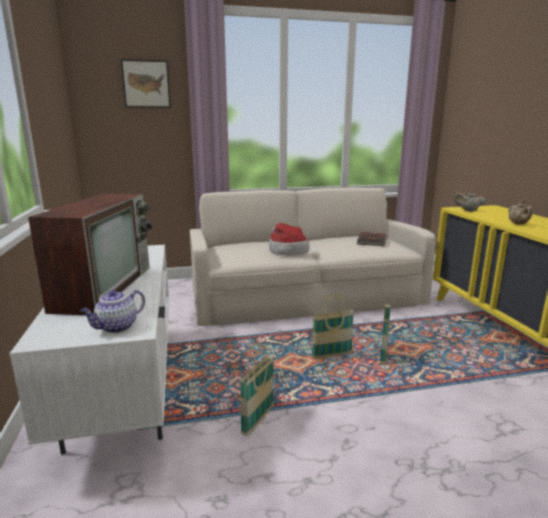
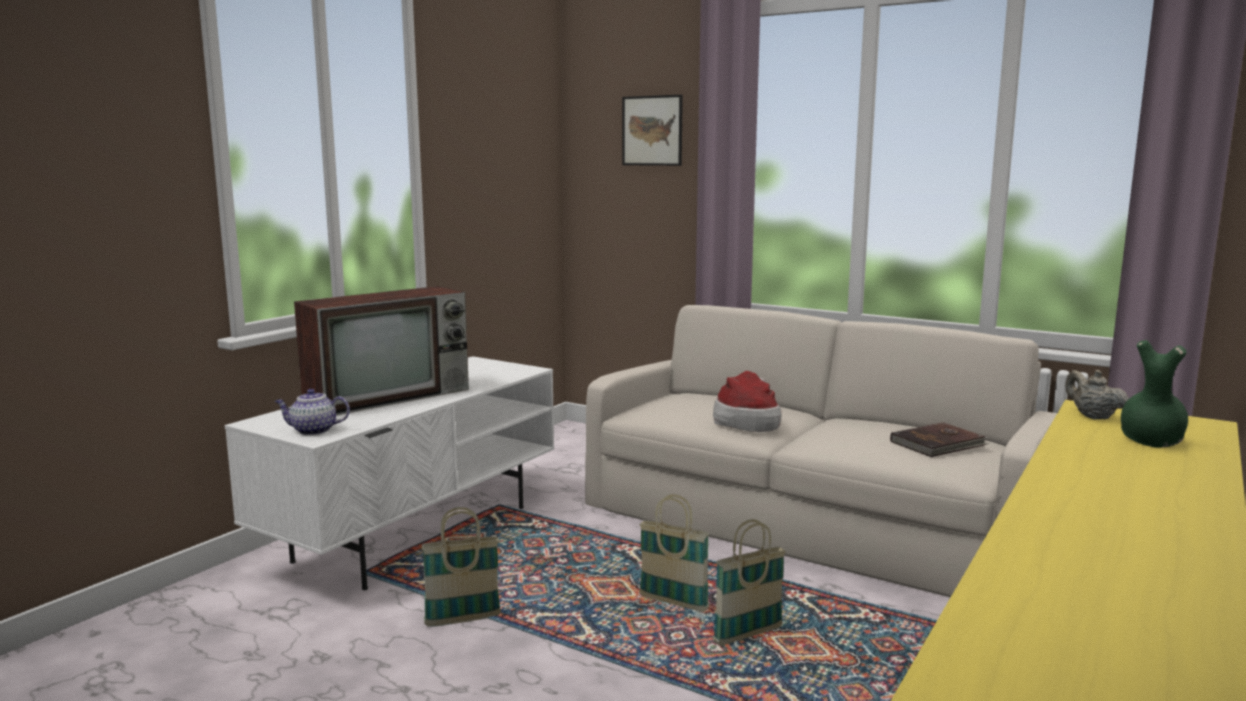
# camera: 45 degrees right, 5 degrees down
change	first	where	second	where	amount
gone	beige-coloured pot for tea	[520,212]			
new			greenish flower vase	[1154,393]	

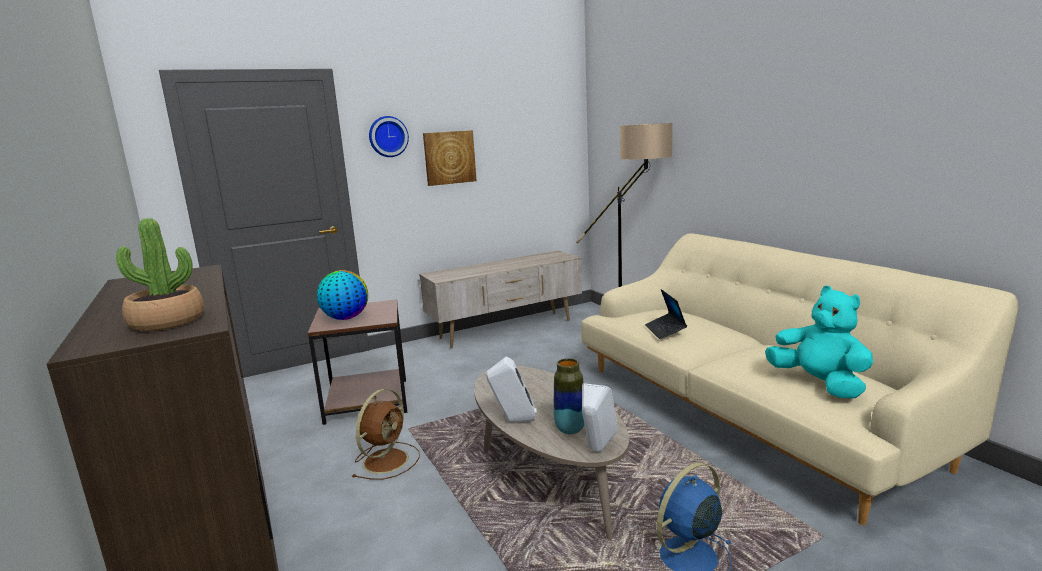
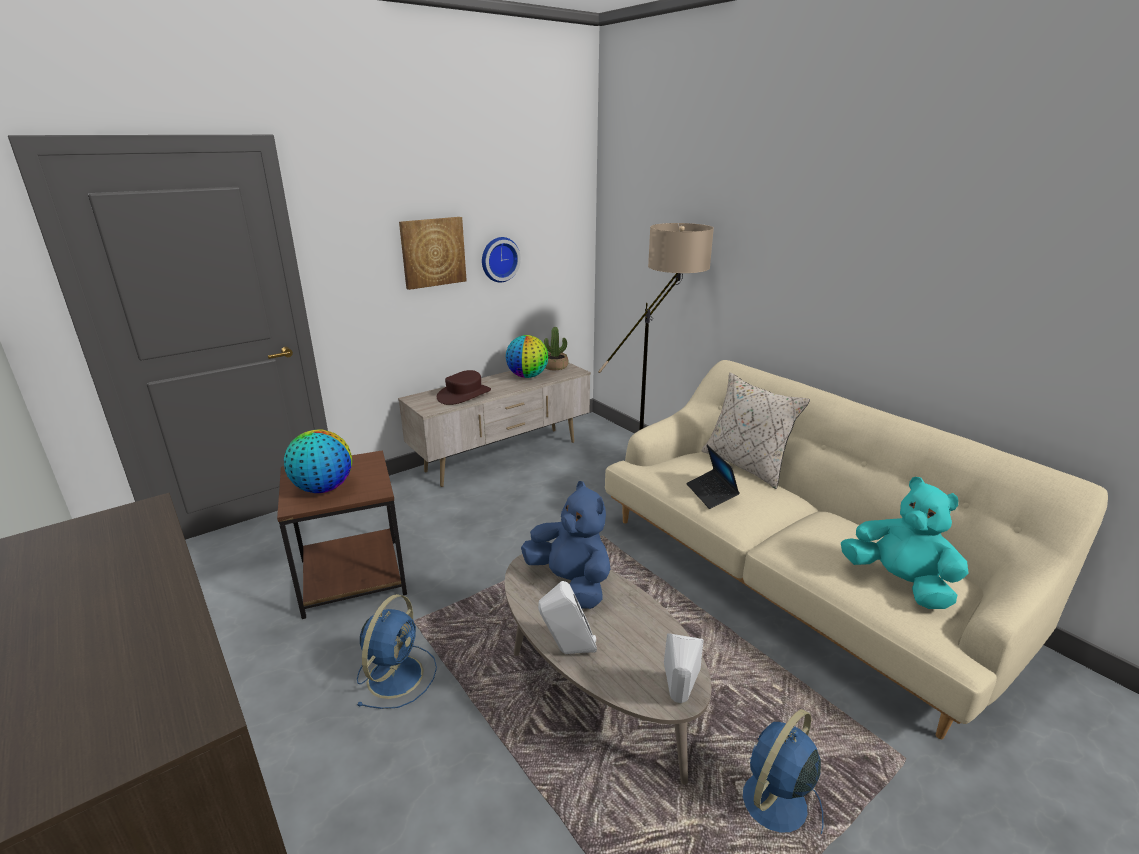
# camera: 10 degrees left, 10 degrees up
change	first	where	second	where	amount
gone	flower vase	[569,396]			
new			brown wearable hat	[464,387]	
new			desk globe	[527,356]	
new			bluish soft toy	[566,545]	
new			beige-coloured cushion	[755,431]	
shifted	houseplant	[160,274]		[556,348]	
shifted	clock on the wall	[389,136]		[501,260]	
repainted	brown fan	[386,434]	bluish fan	[396,651]	

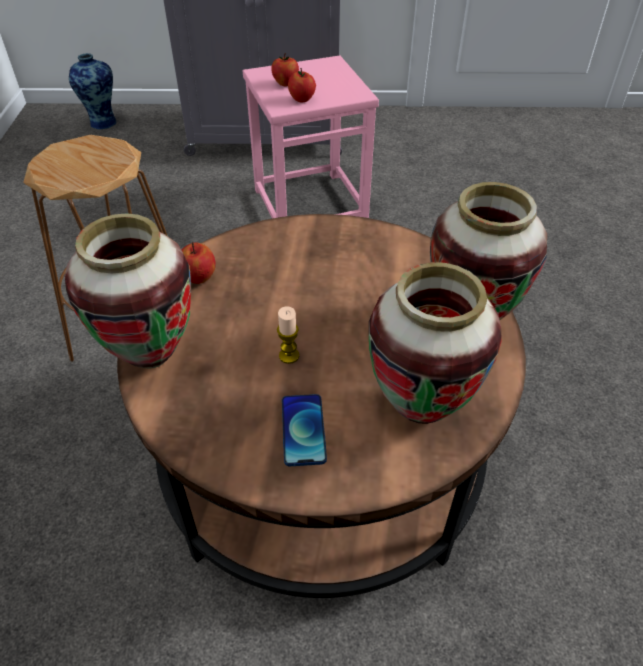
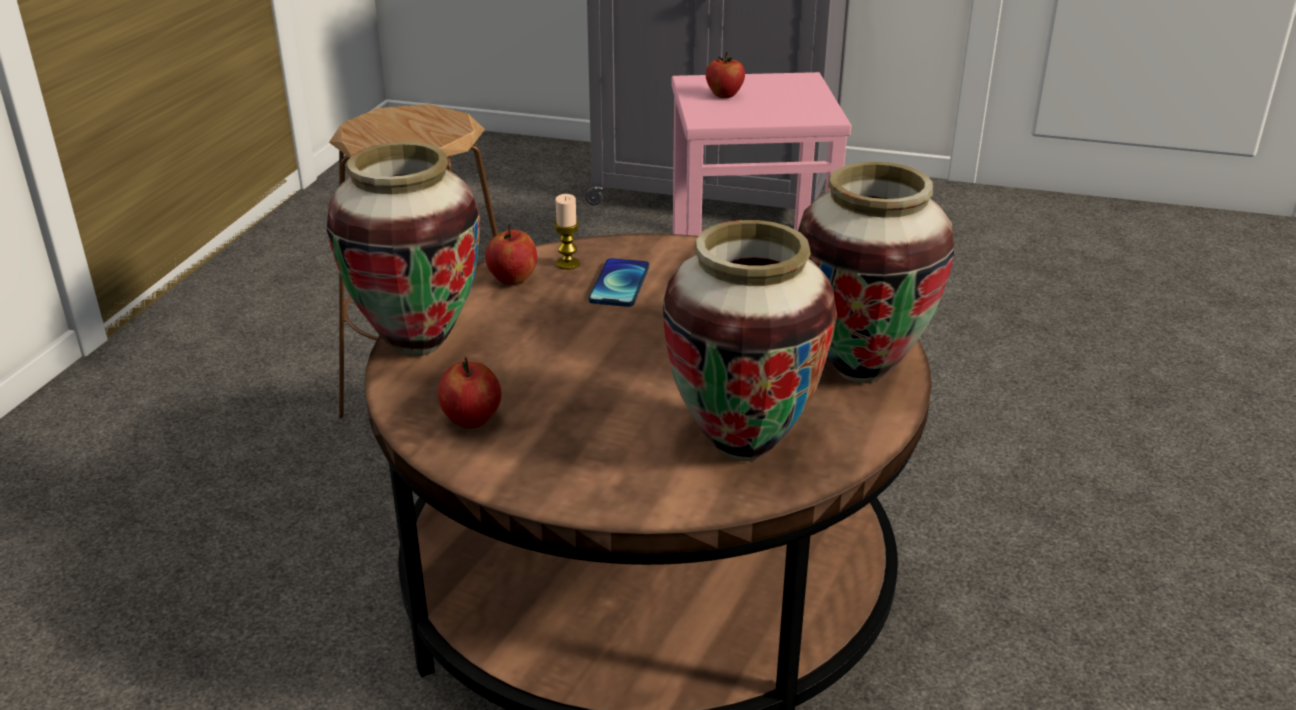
# camera: 15 degrees right, 15 degrees down
change	first	where	second	where	amount
gone	flower vase	[92,91]			
shifted	wax candle	[288,335]		[567,232]	
shifted	handset	[304,430]		[619,282]	
shifted	whole apple	[302,85]		[469,392]	

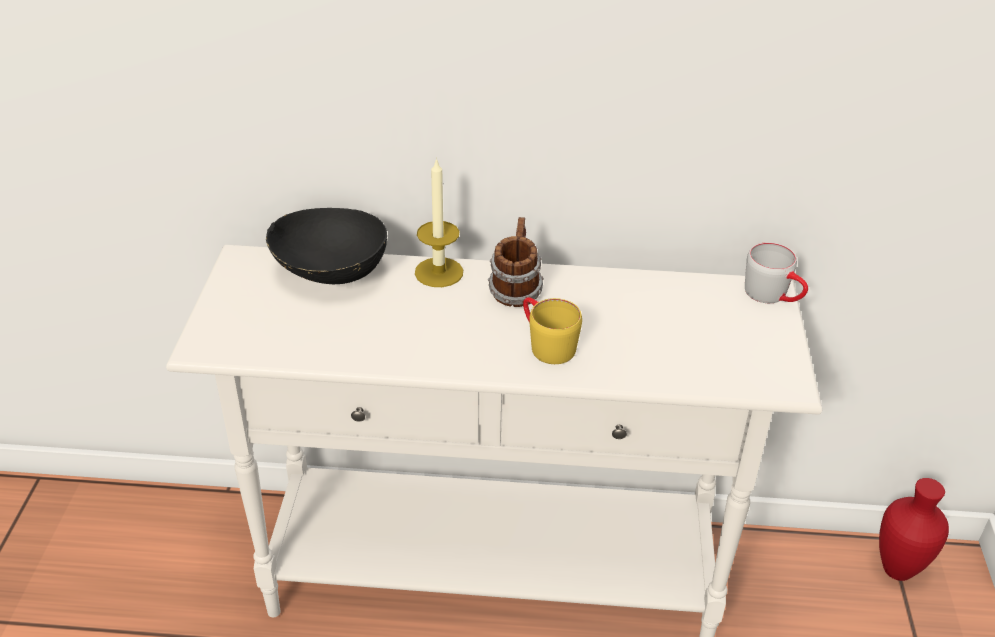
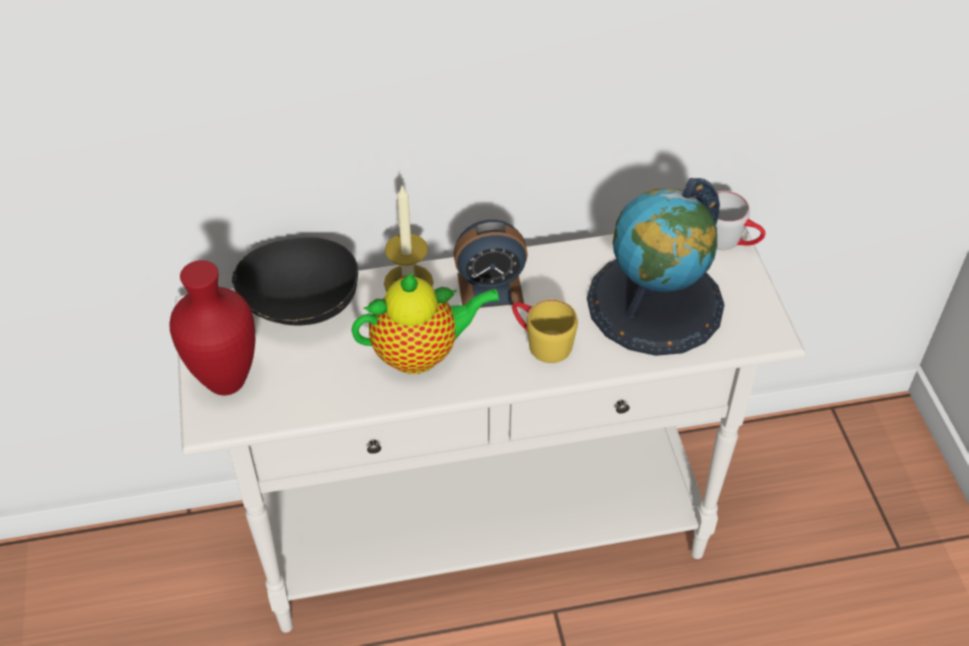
# camera: 15 degrees left, 10 degrees up
change	first	where	second	where	amount
new			pot for tea	[426,323]	
new			desk globe	[655,267]	
shifted	red-coloured flower vase	[914,529]		[212,327]	
swapped	mug	[516,262]	bedside clock	[491,264]	

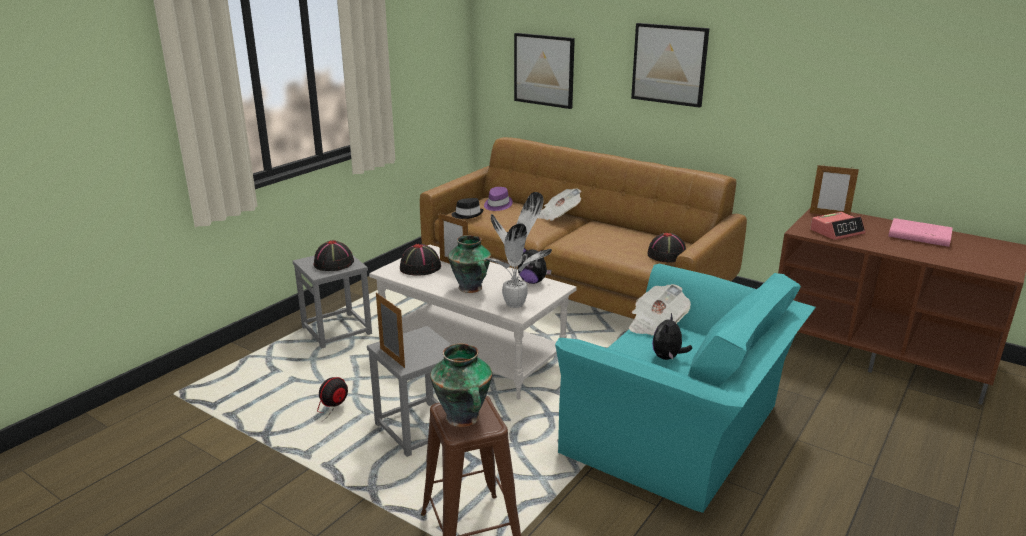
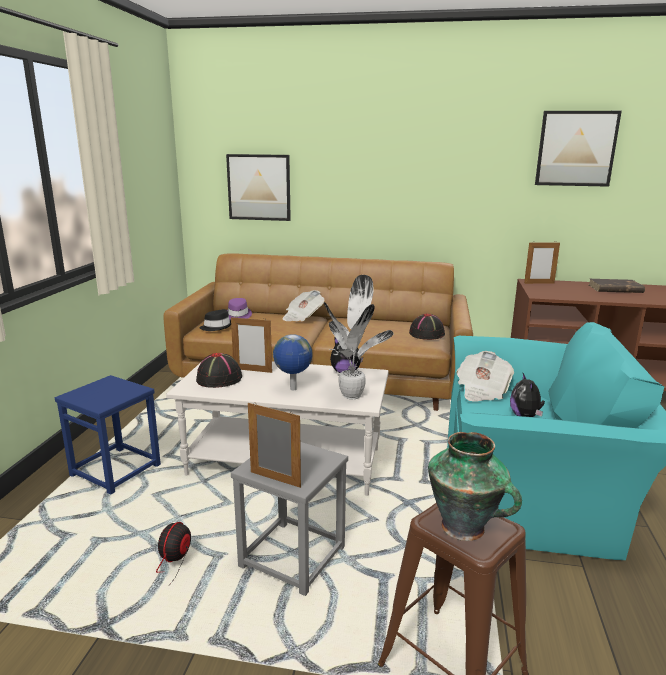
# camera: 25 degrees left, 5 degrees down
change	first	where	second	where	amount
gone	blackish wearable hat	[333,255]			
gone	bedside clock	[837,226]			
shifted	picture	[670,65]		[578,149]	
swapped	flower vase	[469,264]	desk globe	[293,362]	
repainted	greyish stool seat	[332,302]	bluish stool seat	[108,435]	
repainted	pinkish volume	[920,232]	brown volume	[617,286]	

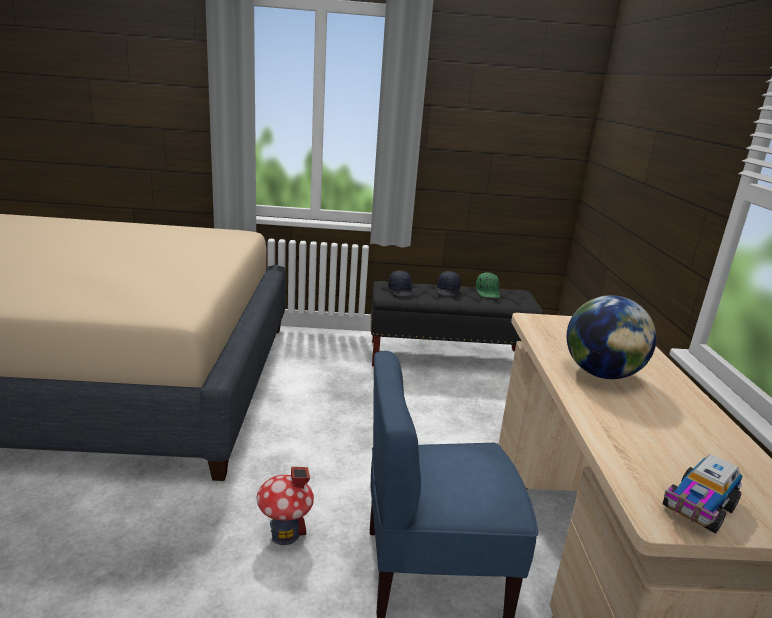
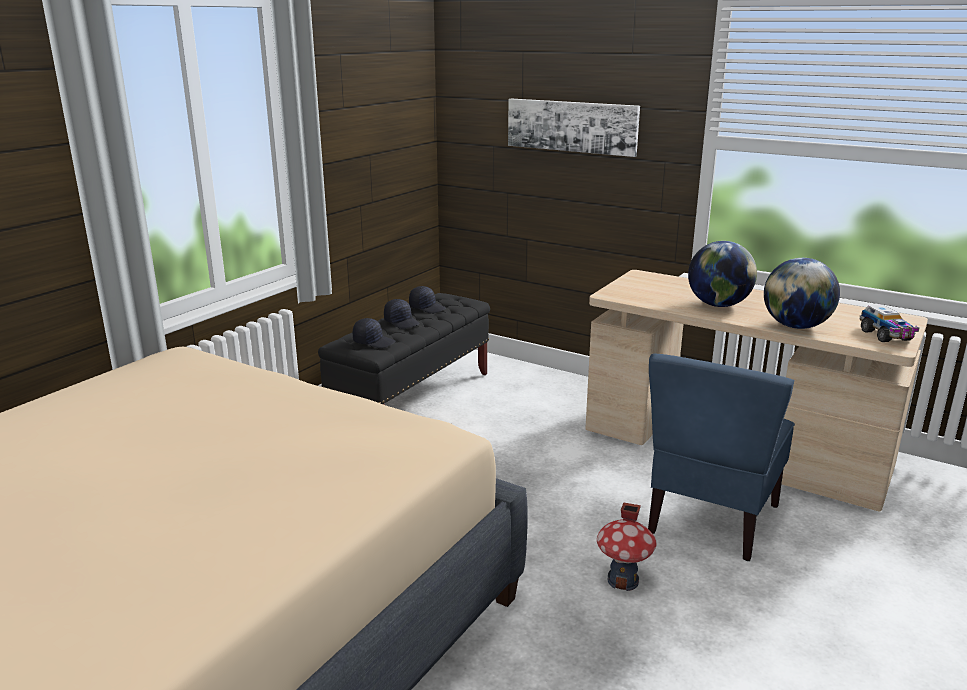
# camera: 55 degrees left, 0 degrees up
change	first	where	second	where	amount
new			picture	[574,128]	
new			desk globe	[802,293]	
repainted	greenish cap	[488,285]	blackish cap	[427,299]	

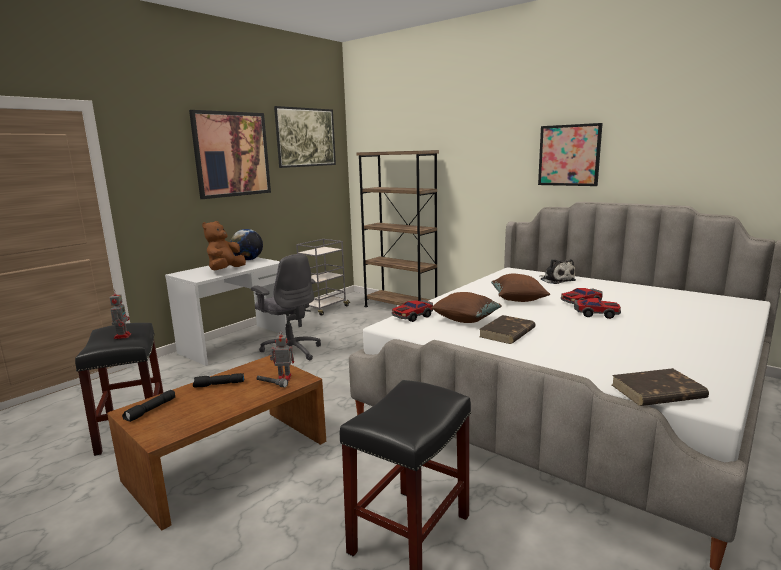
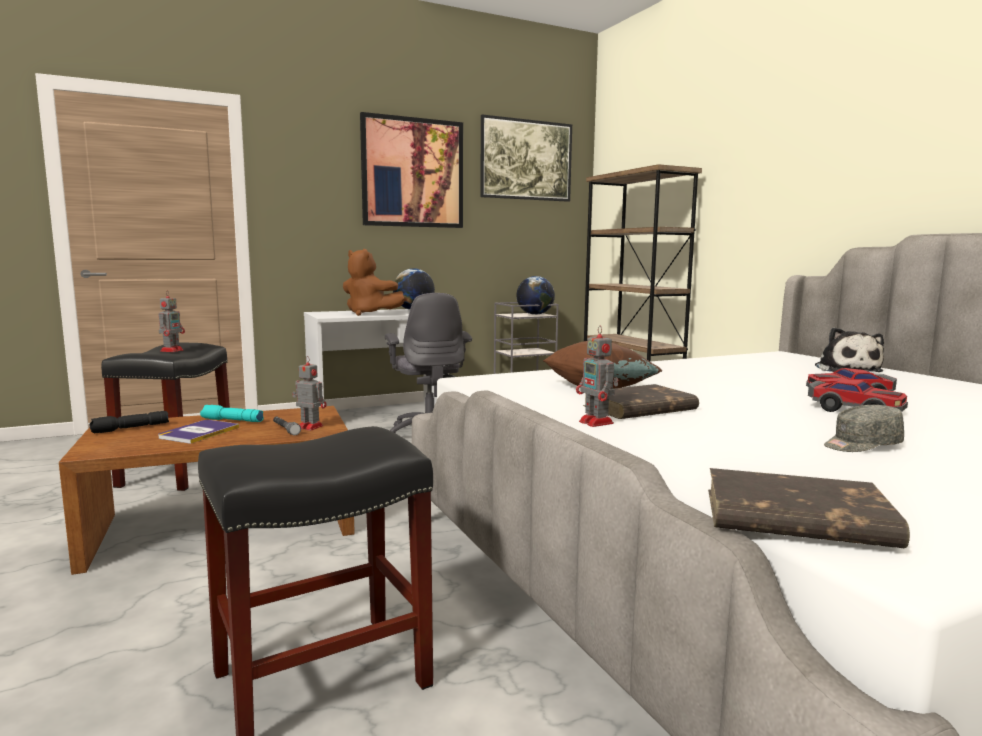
# camera: 25 degrees right, 5 degrees down
change	first	where	second	where	amount
gone	toy car	[412,311]			
gone	brown cushion	[520,287]			
gone	picture	[570,154]			
new			volume	[198,432]	
new			desk globe	[535,295]	
new			model robot	[597,376]	
new			greyish cap	[864,428]	
repainted	blackish torch	[218,380]	blue-green torch	[232,413]	
rotated	brown soft toy	[224,245]		[374,282]	105 degrees counterclockwise

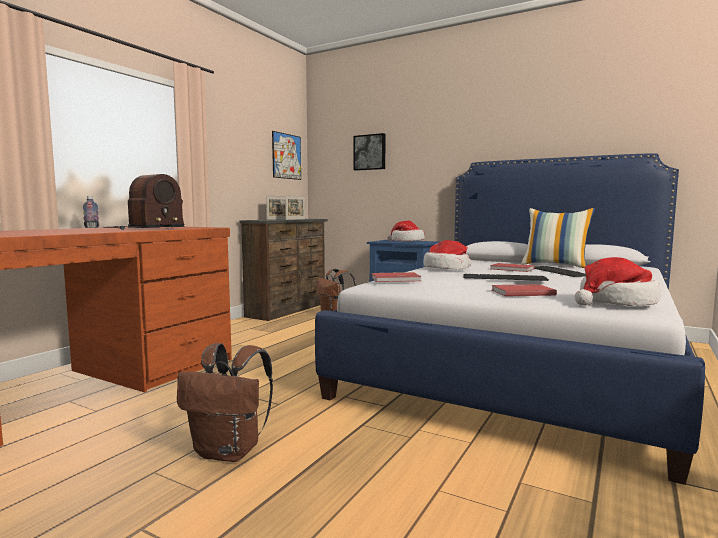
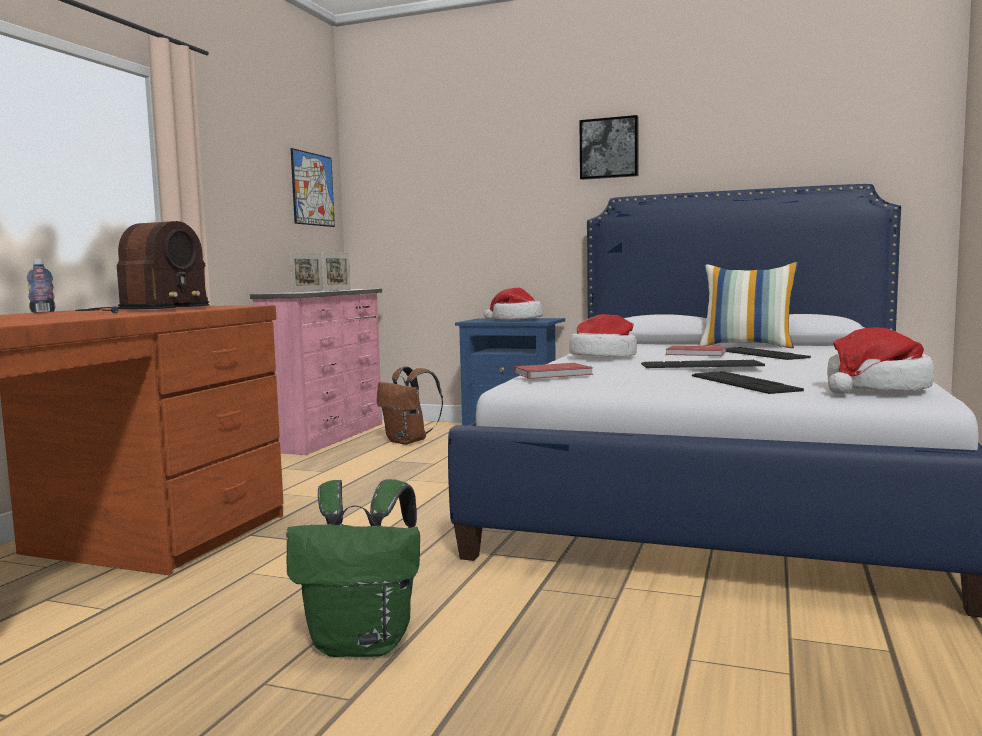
# camera: 10 degrees left, 0 degrees up
change	first	where	second	where	amount
shifted	picture	[369,152]		[608,147]	
swapped	red-coloured volume	[524,290]	PC keyboard	[748,382]	
repainted	brown backpack	[225,402]	greenish backpack	[353,568]	
repainted	brown dresser	[283,270]	pinkish dresser	[316,372]	

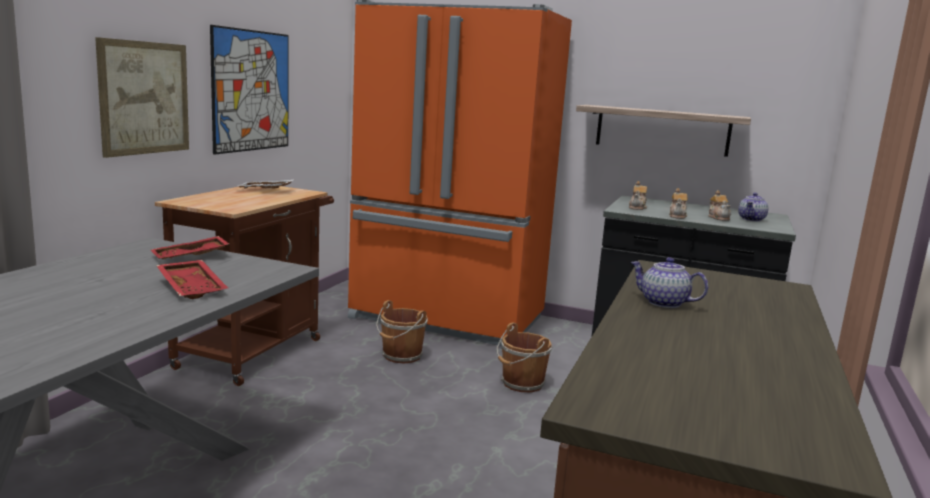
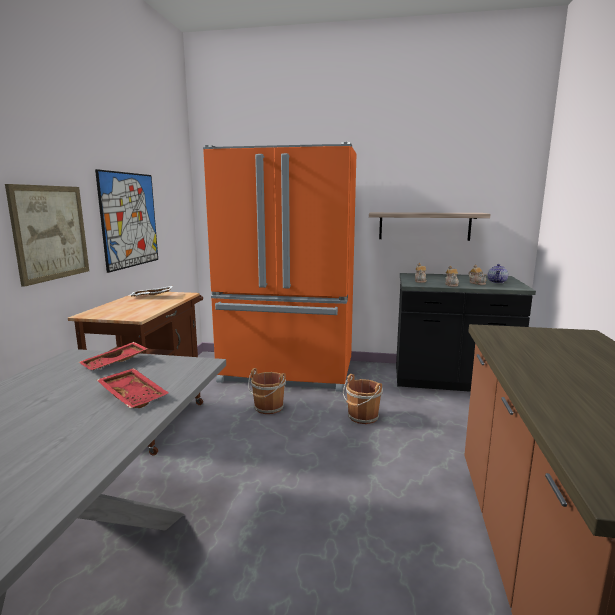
# camera: 10 degrees left, 0 degrees up
change	first	where	second	where	amount
gone	pot for tea	[669,282]			

